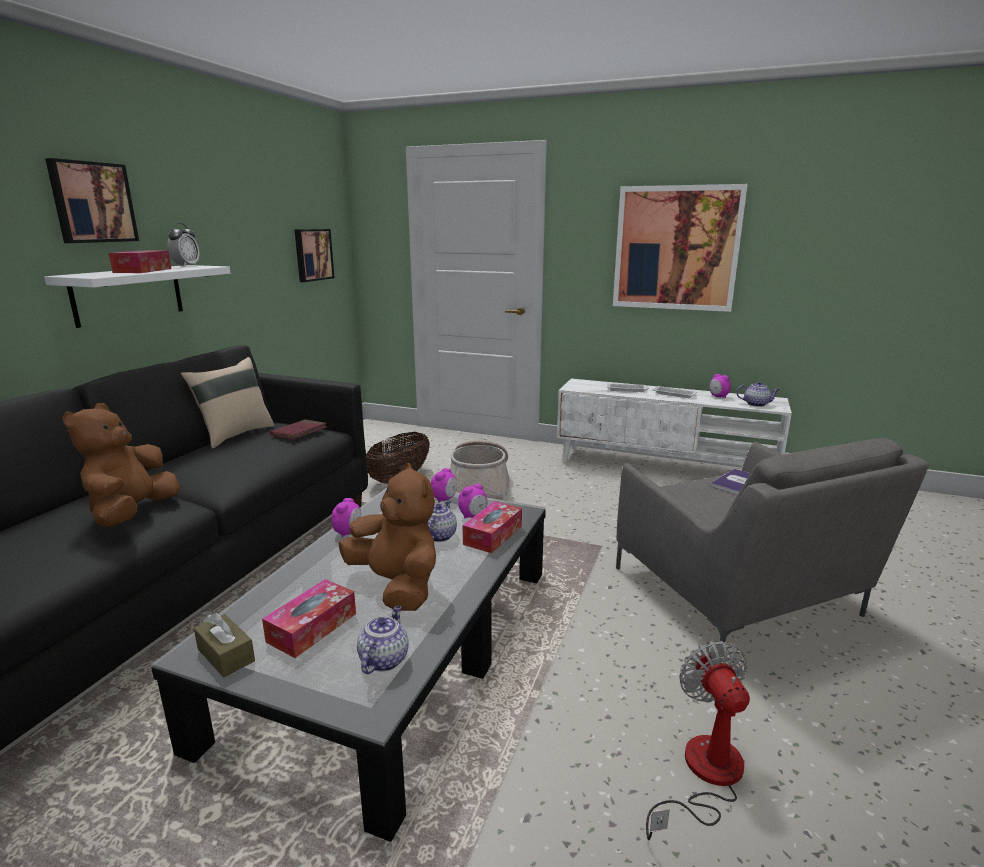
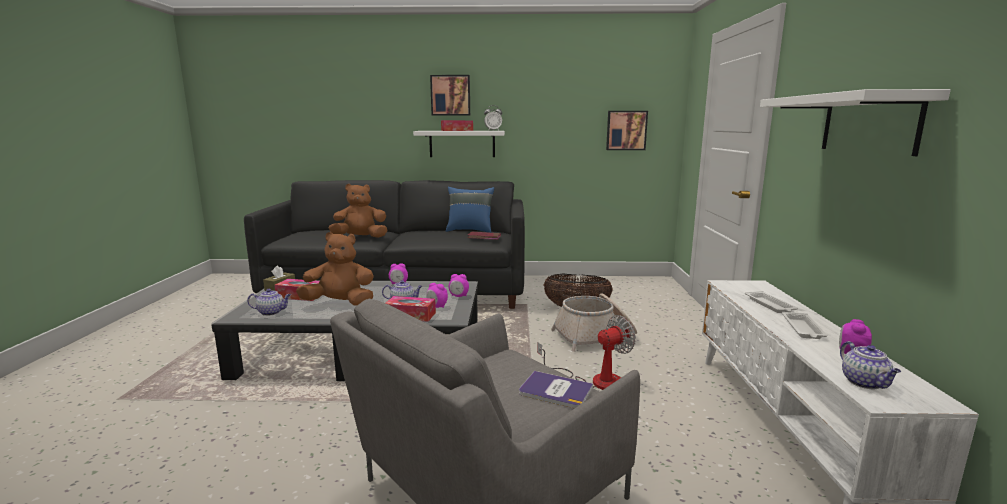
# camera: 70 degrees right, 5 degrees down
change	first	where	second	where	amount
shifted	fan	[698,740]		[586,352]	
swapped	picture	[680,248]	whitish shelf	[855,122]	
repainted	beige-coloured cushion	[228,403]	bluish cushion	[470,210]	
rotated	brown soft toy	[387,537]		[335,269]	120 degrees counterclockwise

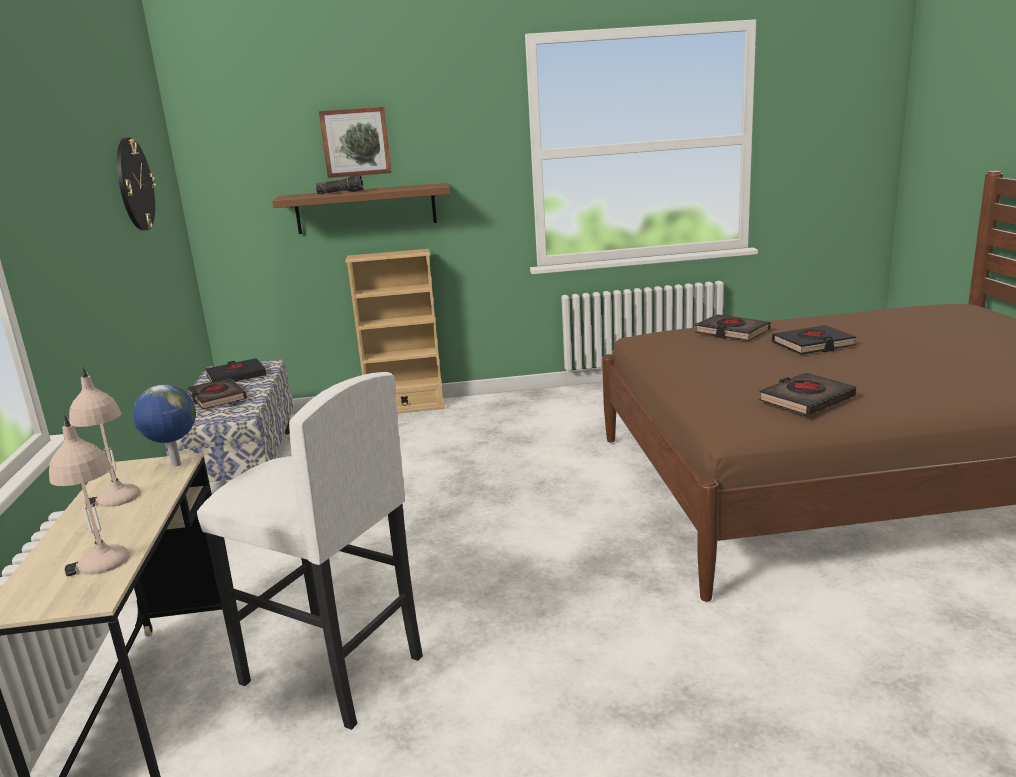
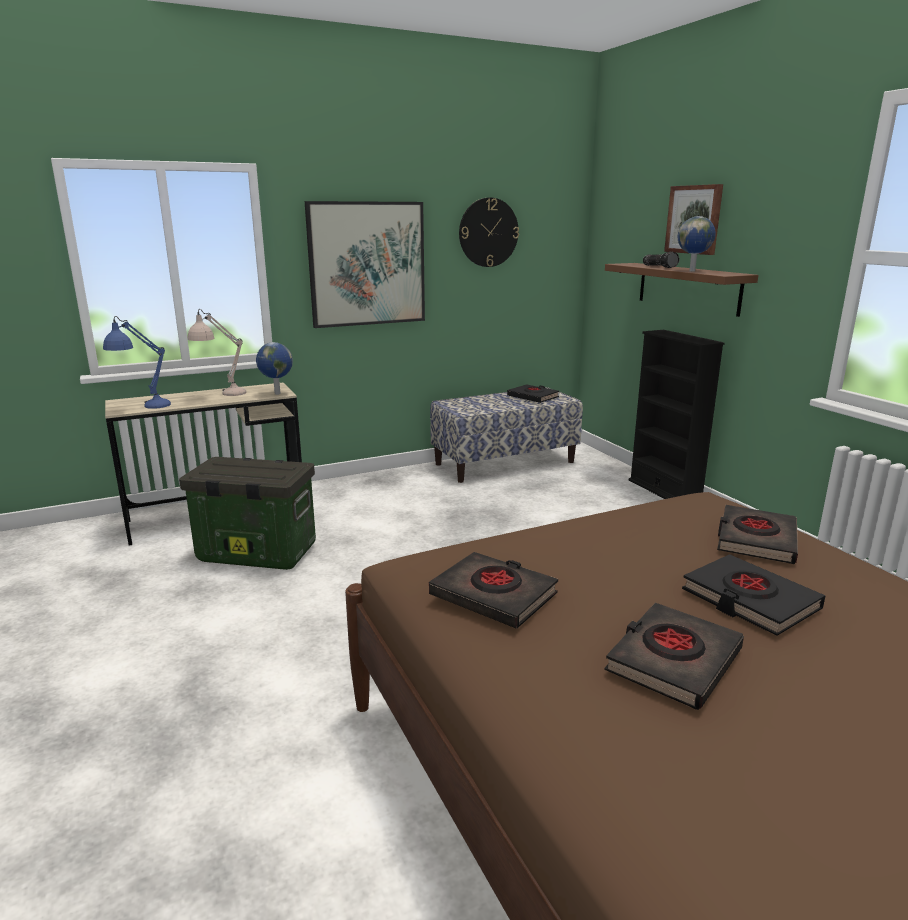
# camera: 70 degrees right, 0 degrees up
change	first	where	second	where	amount
new			picture	[365,264]	
new			desk globe	[697,243]	
shifted	blackish volume	[217,394]		[674,656]	
swapped	whitish stool seat	[310,551]	storage container	[247,513]	
repainted	beige-coloured tabletop lamp	[89,495]	bluish tabletop lamp	[137,362]	
repainted	beige-coloured bookshelf	[395,331]	blackish bookshelf	[677,414]	

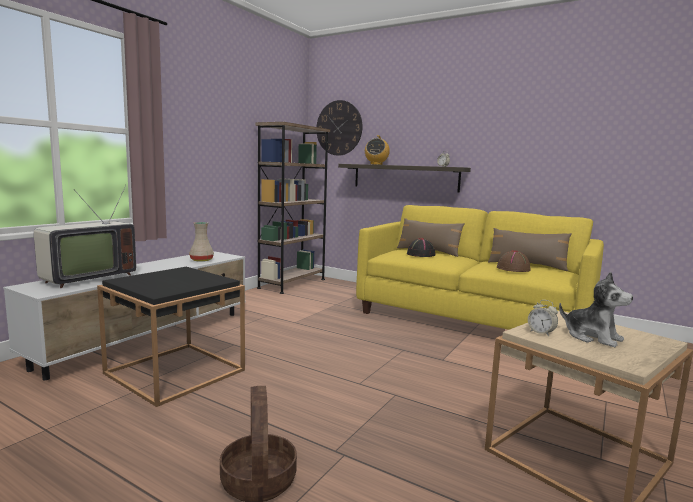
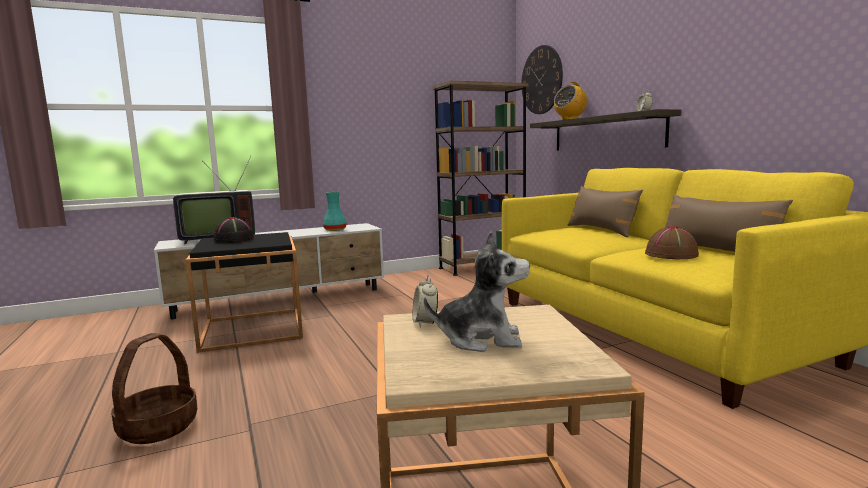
# camera: 35 degrees right, 0 degrees up
change	first	where	second	where	amount
shifted	blackish wearable hat	[421,247]		[233,230]	
repainted	beige-coloured flower vase	[201,242]	blue-green flower vase	[335,211]	
rotated	soft toy	[596,310]		[477,291]	75 degrees counterclockwise

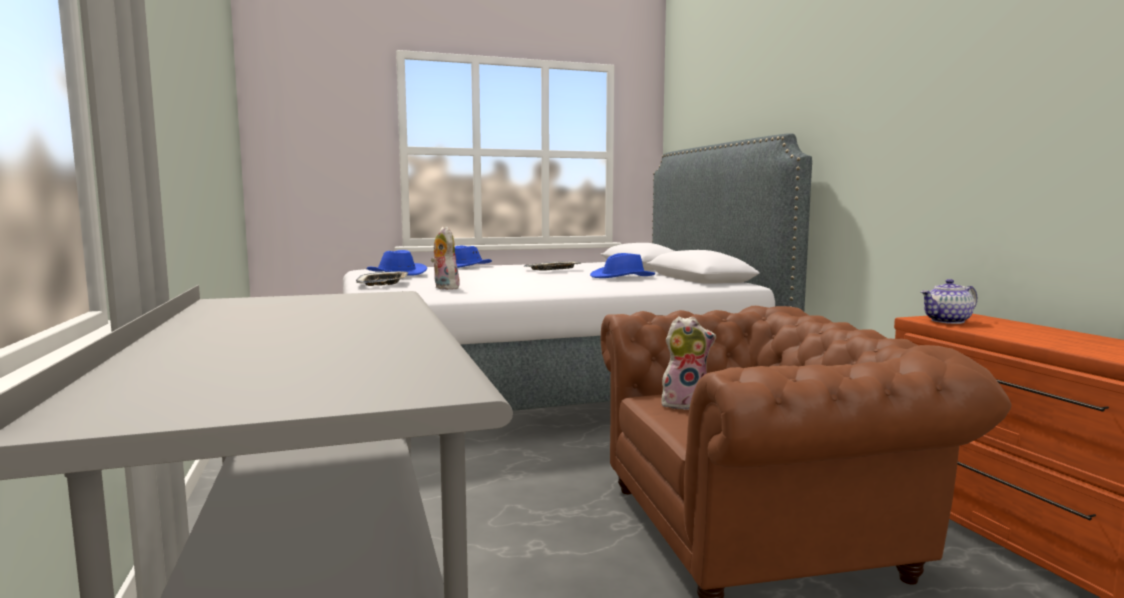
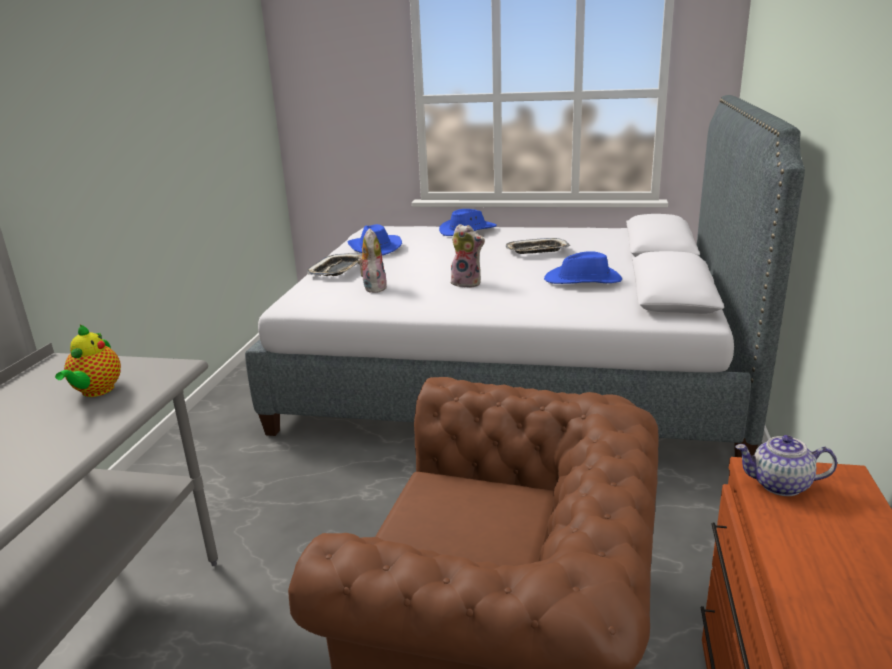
# camera: 30 degrees right, 15 degrees up
change	first	where	second	where	amount
new			pot for tea	[88,361]	
shifted	soft toy	[688,363]		[468,256]	

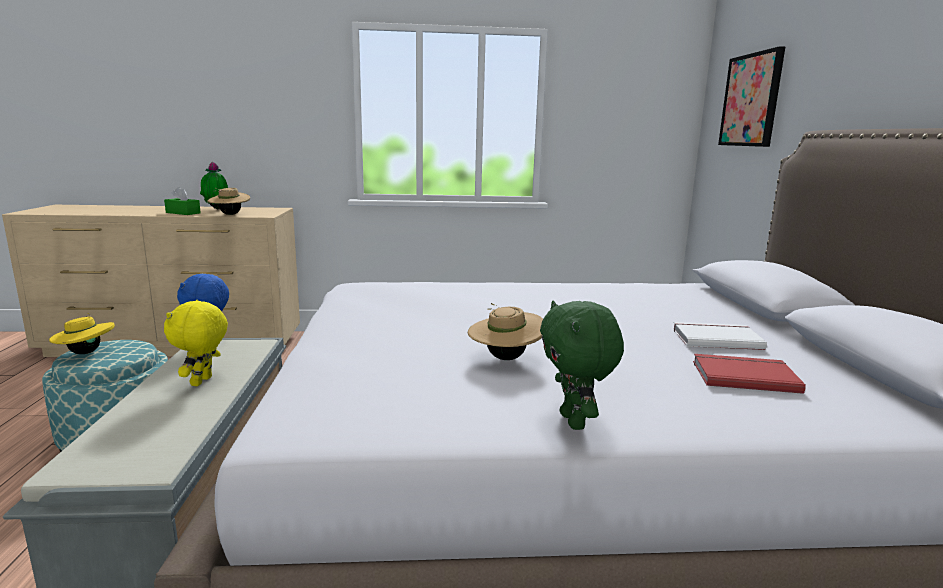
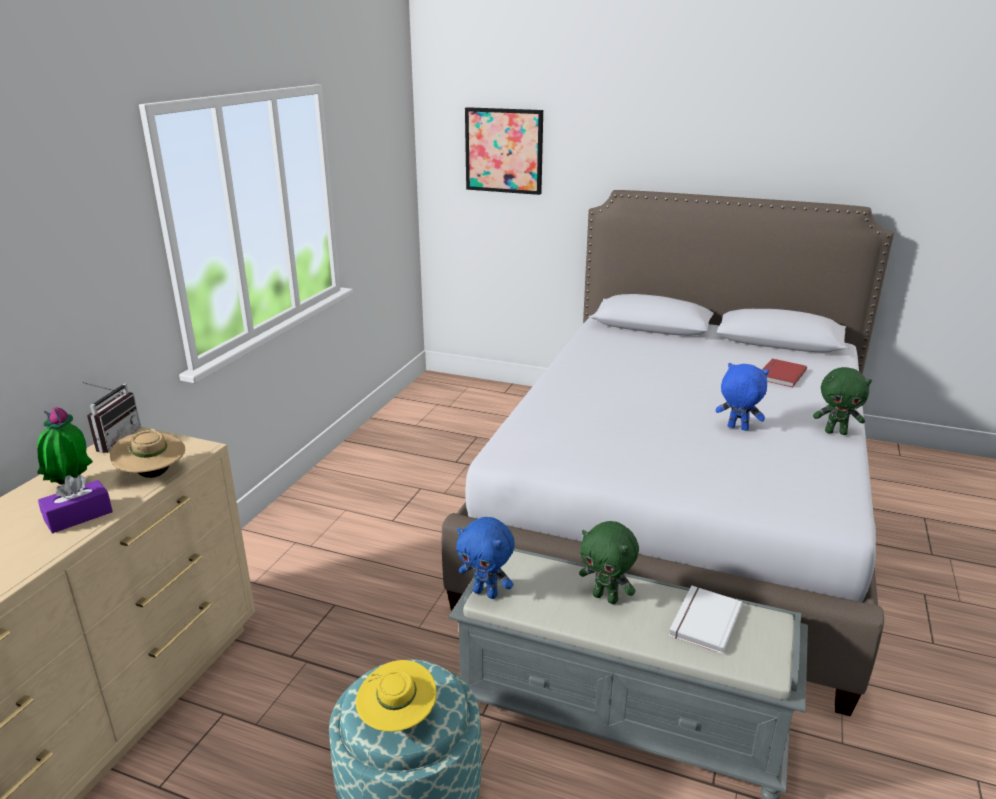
# camera: 65 degrees left, 10 degrees up
change	first	where	second	where	amount
new			radio	[111,417]	
shifted	whitish volume	[720,336]		[706,619]	
swapped	beige-coloured wearable hat	[505,331]	bluish soft toy	[742,397]	
repainted	greenish tissue box	[182,201]	purplish tissue box	[75,504]	
repainted	yellow soft toy	[196,343]	greenish soft toy	[609,562]	

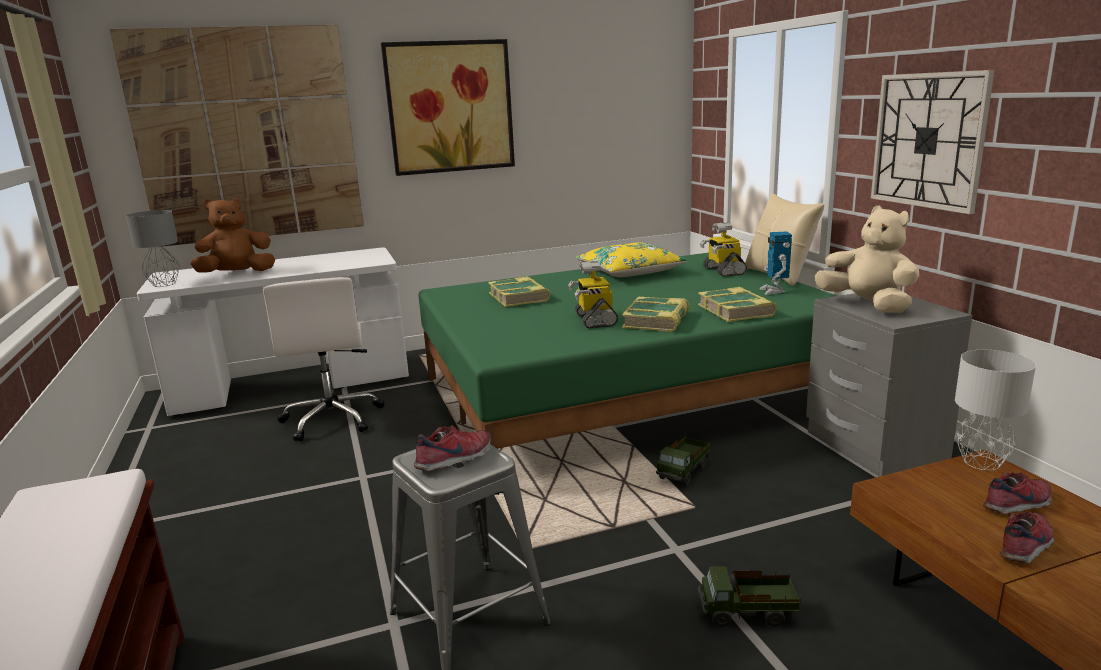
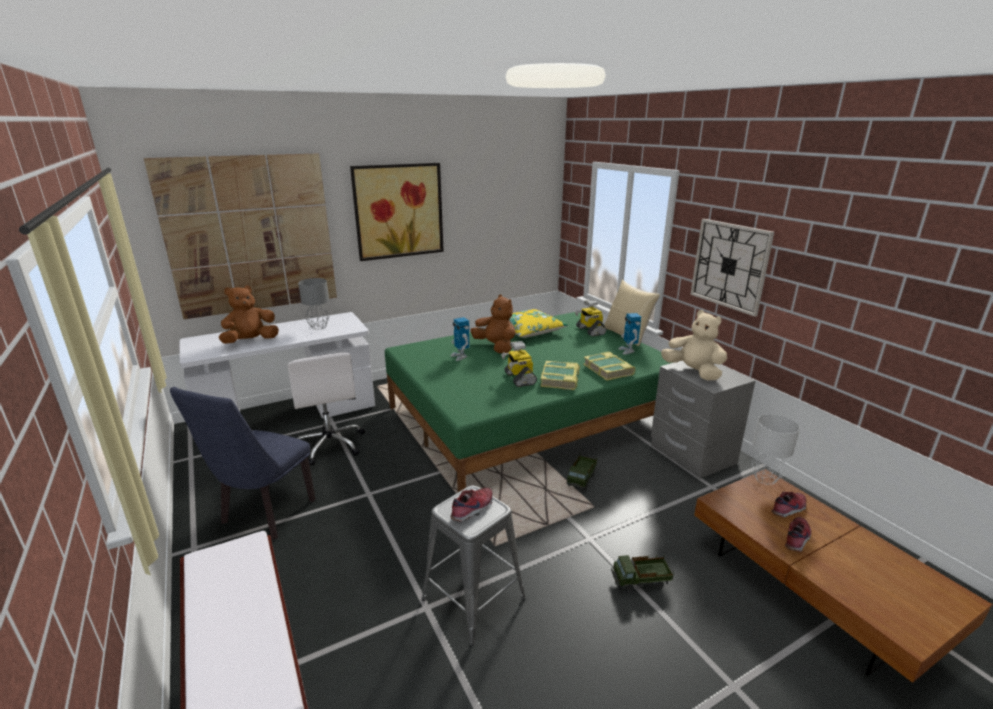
# camera: 10 degrees left, 5 degrees up
change	first	where	second	where	amount
new			bluish chair	[243,463]	
new			brown soft toy	[493,323]	
shifted	greyish tabletop lamp	[153,248]		[313,304]	
swapped	volume	[519,291]	model robot	[460,339]	

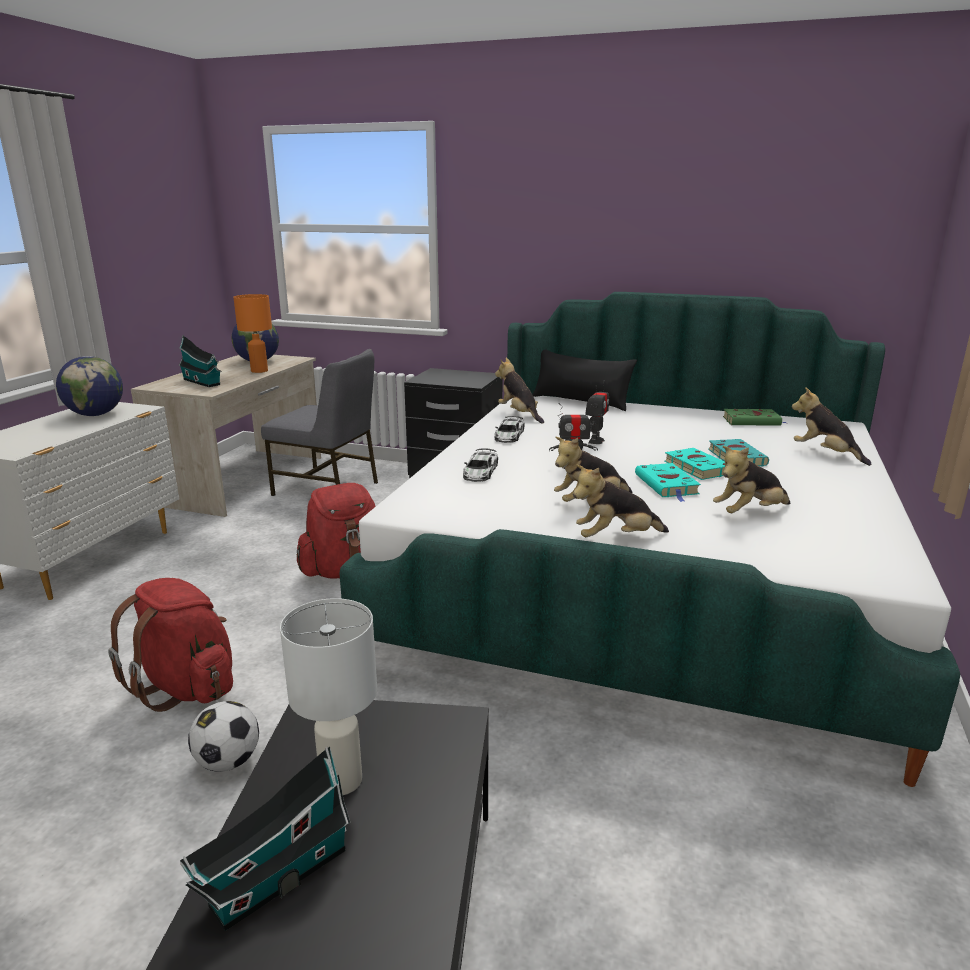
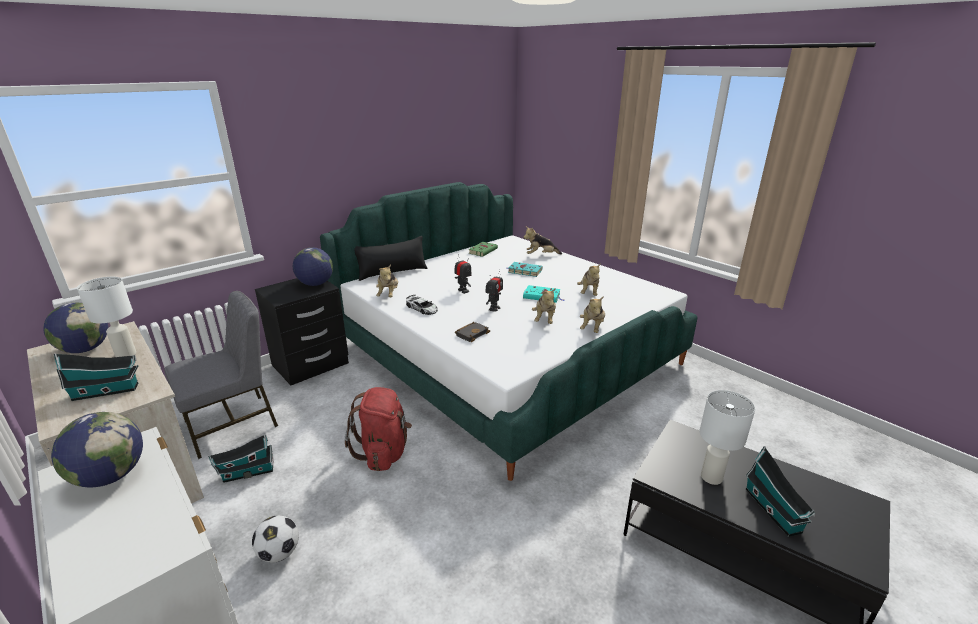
# camera: 60 degrees left, 5 degrees up
change	first	where	second	where	amount
gone	red-coloured backpack	[170,645]			
gone	blue-green volume	[694,464]			
new			model house	[241,458]	
new			desk globe	[313,266]	
shifted	football ball	[223,736]		[275,539]	
swapped	toy car	[480,465]	blackish volume	[472,332]	
repainted	orange-coloured tabletop lamp	[252,333]	whitish tabletop lamp	[106,317]	
rotated	soft toy	[519,391]		[387,281]	90 degrees counterclockwise

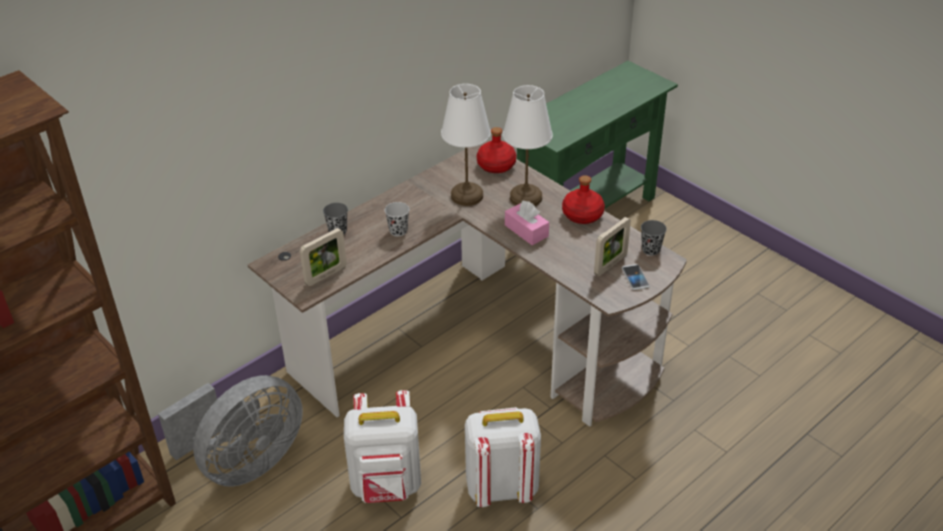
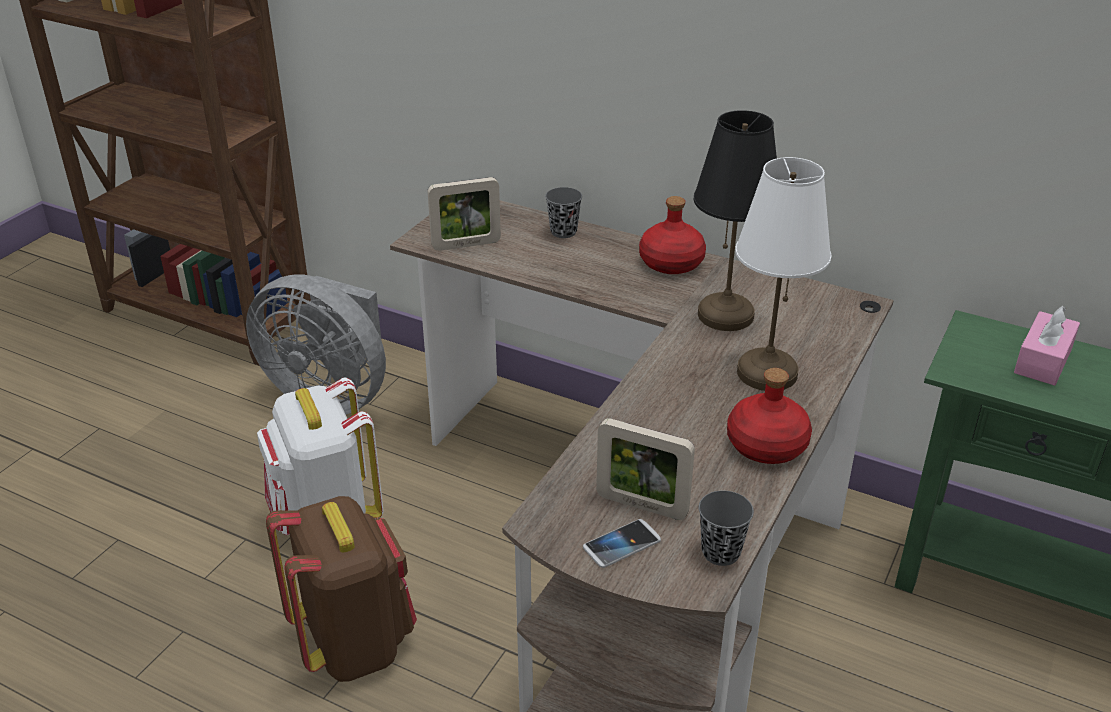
# camera: 70 degrees right, 5 degrees down
change	first	where	second	where	amount
gone	blackish drinking cup	[397,219]			
shifted	red-coloured bottle	[496,150]		[672,235]	
shifted	pinkish tissue box	[527,222]		[1047,346]	
repainted	whitish tabletop lamp	[466,145]	blackish tabletop lamp	[735,220]	
repainted	whitish backpack	[503,457]	brown backpack	[341,589]	
rotated	picture frame	[323,257]		[464,214]	45 degrees counterclockwise

